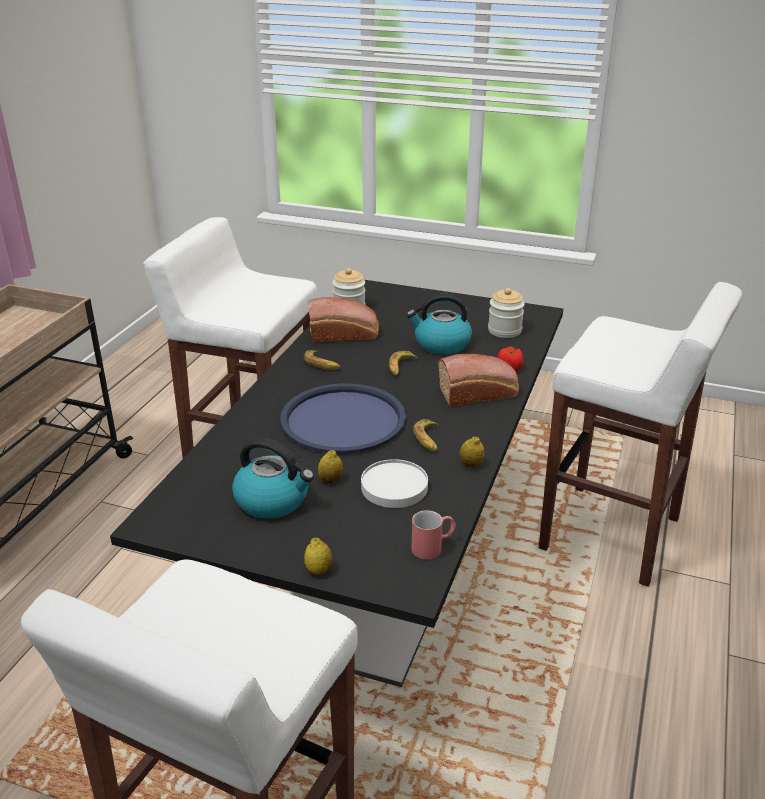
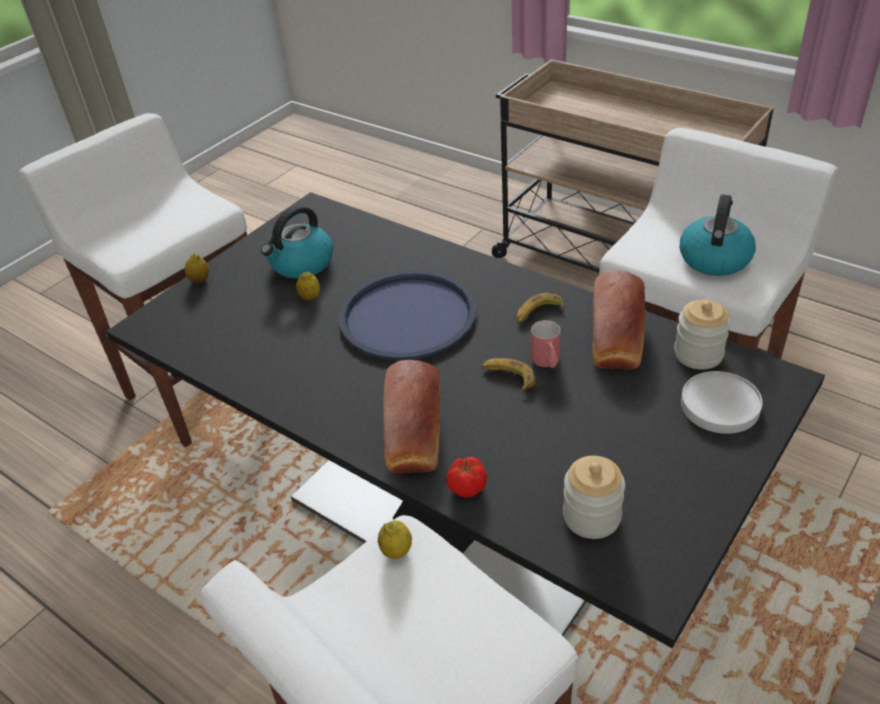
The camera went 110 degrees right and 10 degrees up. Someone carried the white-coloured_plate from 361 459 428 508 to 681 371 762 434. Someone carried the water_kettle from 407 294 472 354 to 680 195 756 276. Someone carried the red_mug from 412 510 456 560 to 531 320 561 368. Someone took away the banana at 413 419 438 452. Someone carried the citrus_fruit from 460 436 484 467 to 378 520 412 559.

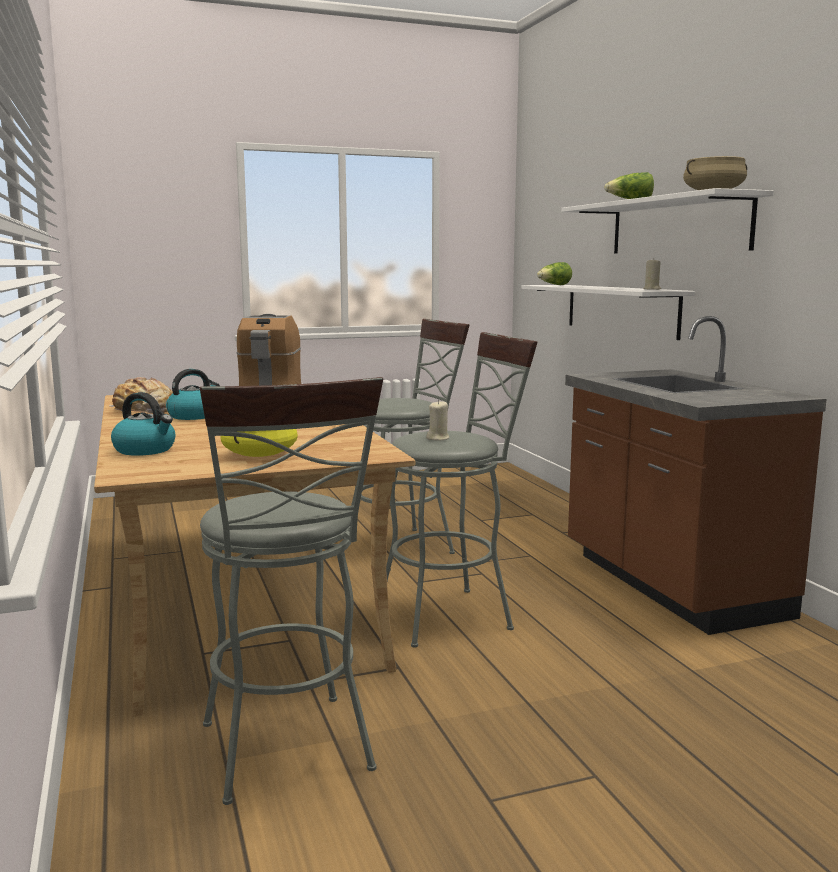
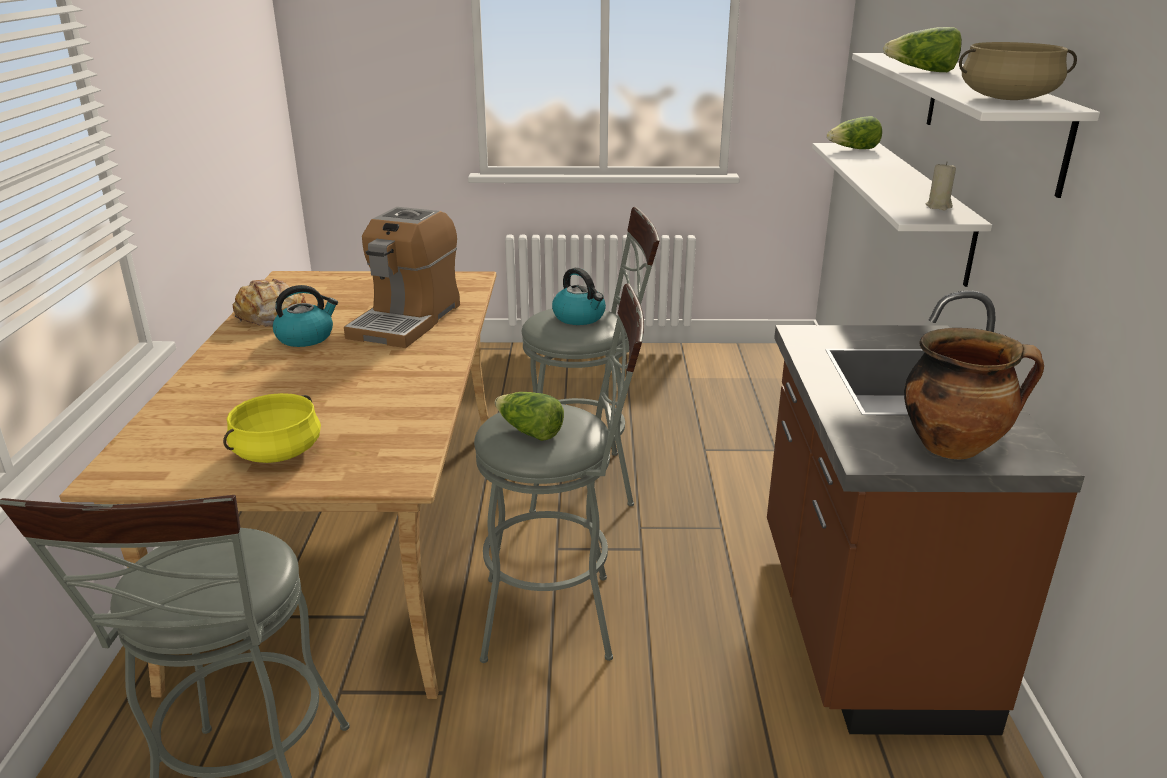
The camera went 20 degrees right and 15 degrees up. Someone carried the water_kettle from 111 392 176 456 to 552 268 606 325. Someone swapped the beige_wax_candle at 426 400 449 441 for the lettuce at 495 392 564 441. Someone put down the stockpot at 904 328 1044 460.

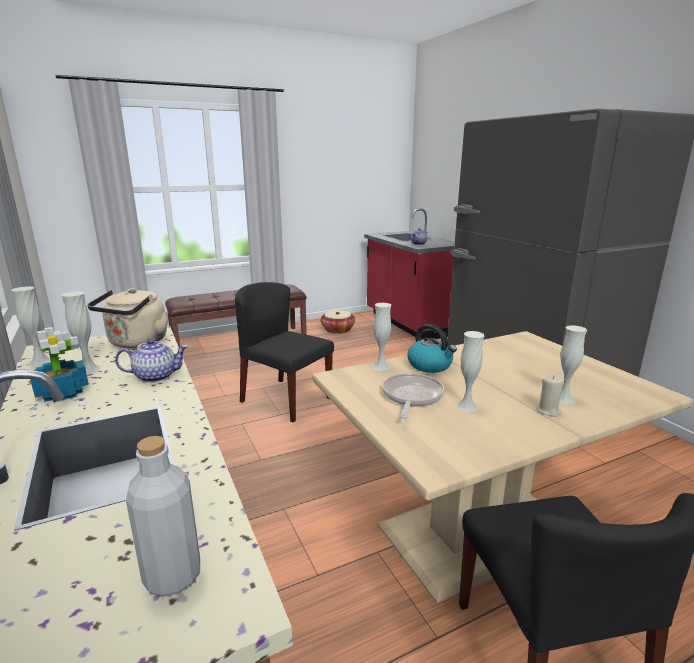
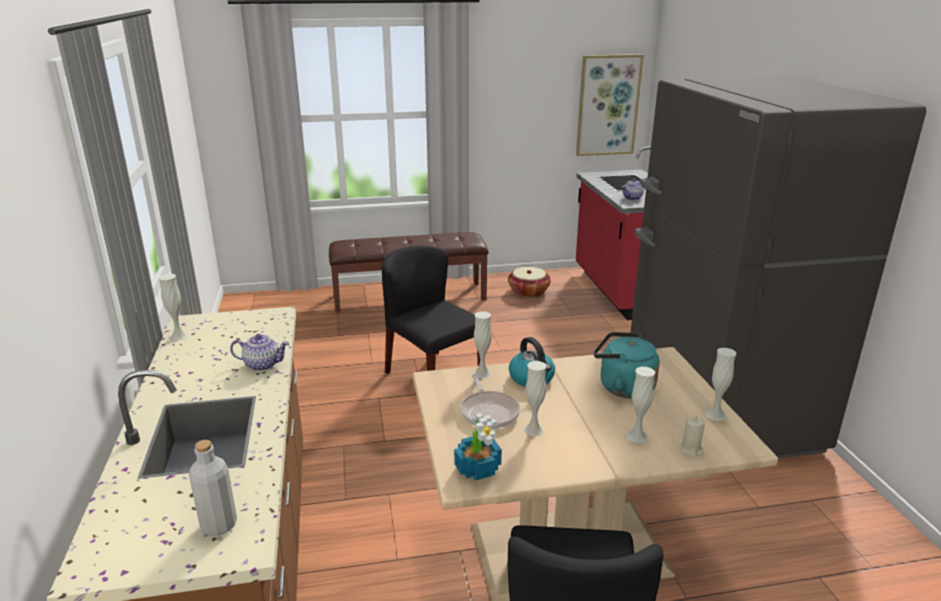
The camera went 15 degrees right and 5 degrees up. Someone carried the potted_plant from 30 327 89 403 to 454 413 502 481. Someone carried the white-coloured_flower_vase from 62 291 101 374 to 705 348 736 421. Someone took away the beige_water_kettle at 87 288 168 348. Someone rotated the pan at 382 373 445 419 by 135 degrees clockwise. Someone carried the beige_wax_candle from 536 376 563 417 to 680 416 705 457. Someone put up the picture at 576 54 644 156. Someone put down the turquoise-coloured_water_kettle at 594 332 660 398.

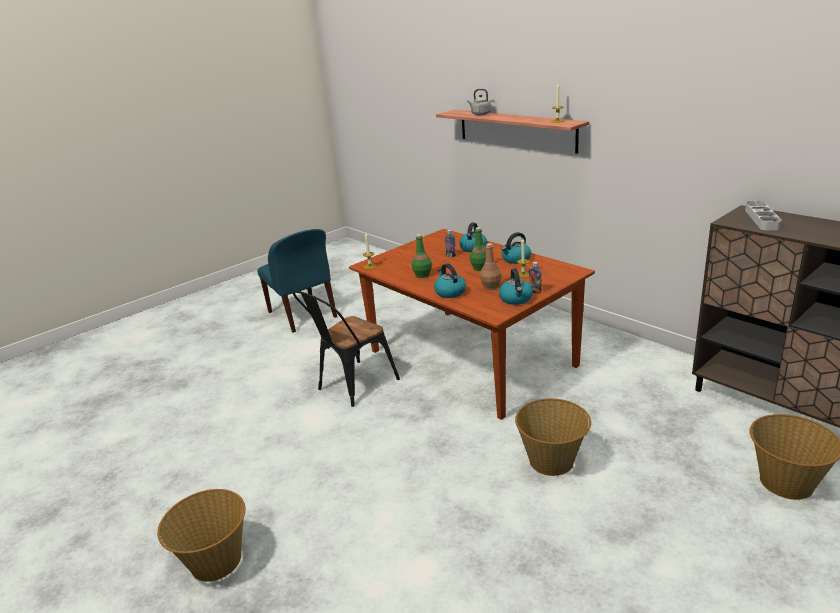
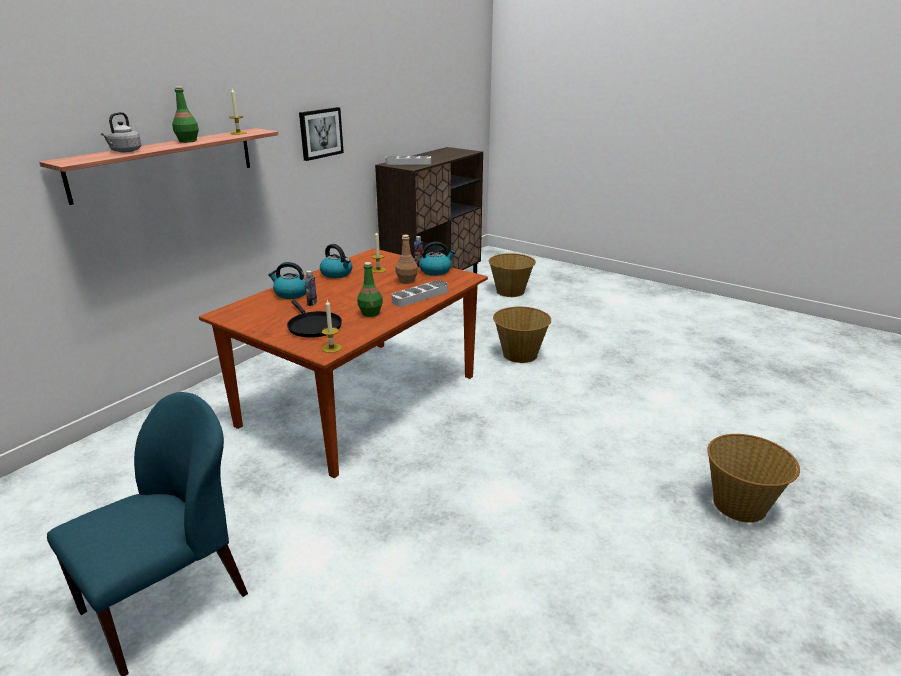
The camera went 105 degrees left and 0 degrees up. Someone took away the black-coloured_chair at 293 290 400 407. Someone swapped the water_kettle at 434 263 466 298 for the gray_tray at 391 280 448 307. Someone carried the green-coloured_bottle from 470 227 486 271 to 172 86 199 143. Someone put down the black-coloured_pan at 287 300 342 338. Someone put up the picture at 299 107 344 161.

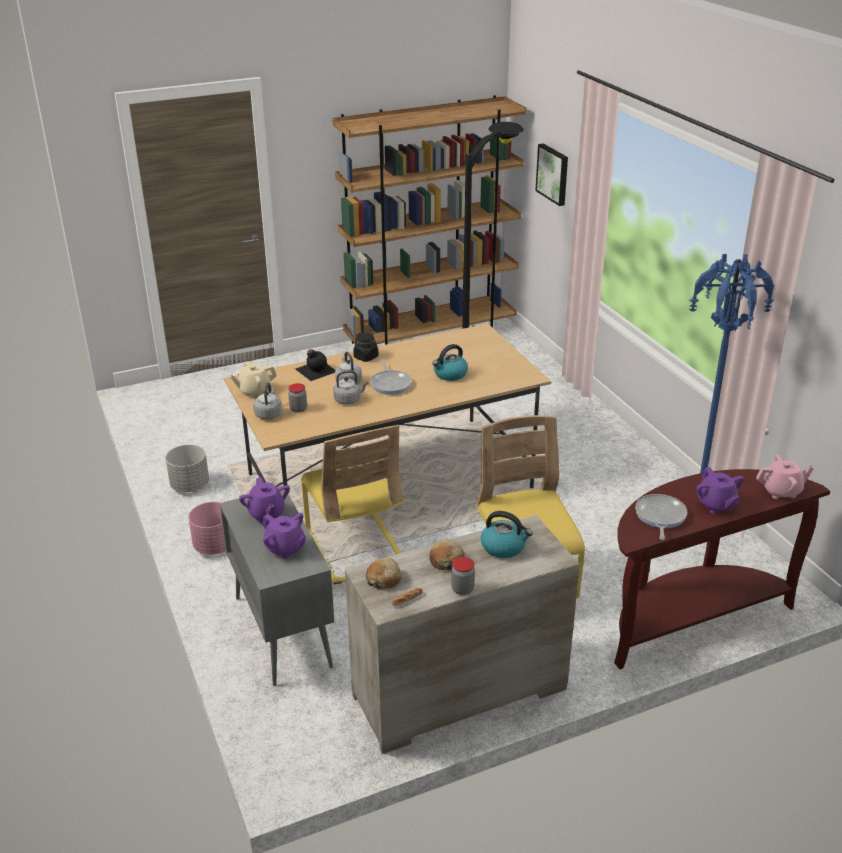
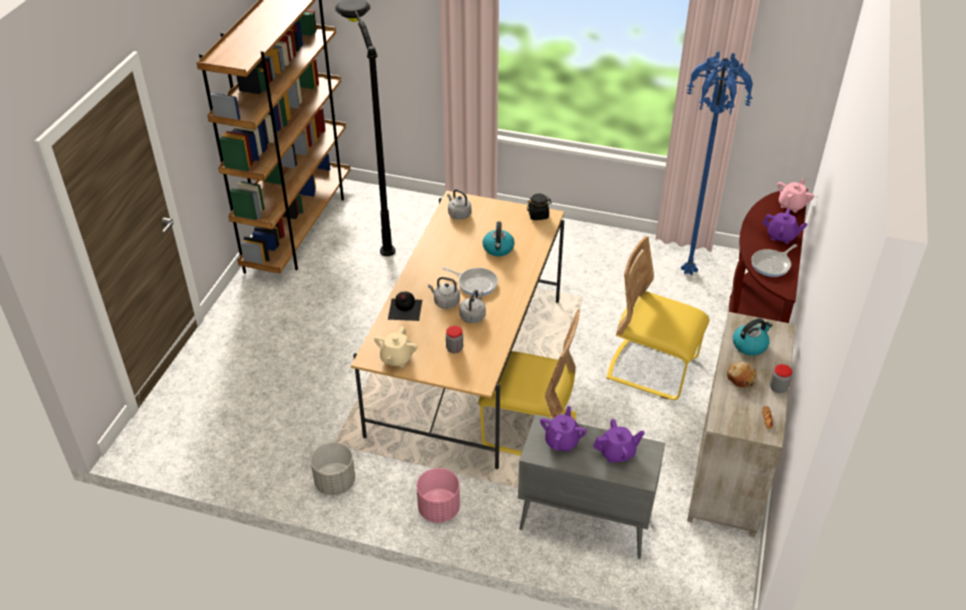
The camera went 50 degrees left and 10 degrees up. Someone rotated the purplish_pot_for_tea at 239 477 290 523 by 90 degrees counterclockwise. Someone carried the gray_water_kettle from 253 383 282 420 to 447 189 471 220. Someone carried the black-coloured_jar from 353 333 378 362 to 527 193 552 220. Someone took away the bread at 366 557 402 590. Someone took away the picture at 535 144 568 206. Someone rotated the pan at 635 494 687 540 by 90 degrees counterclockwise.

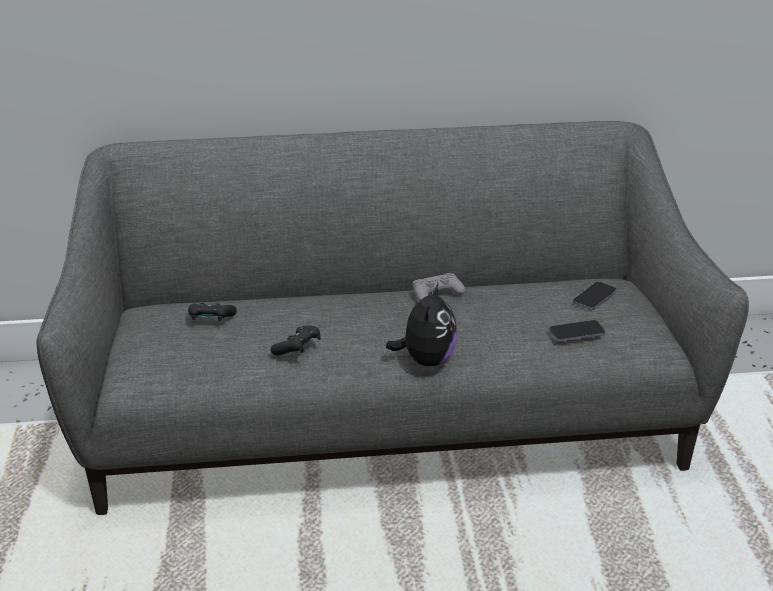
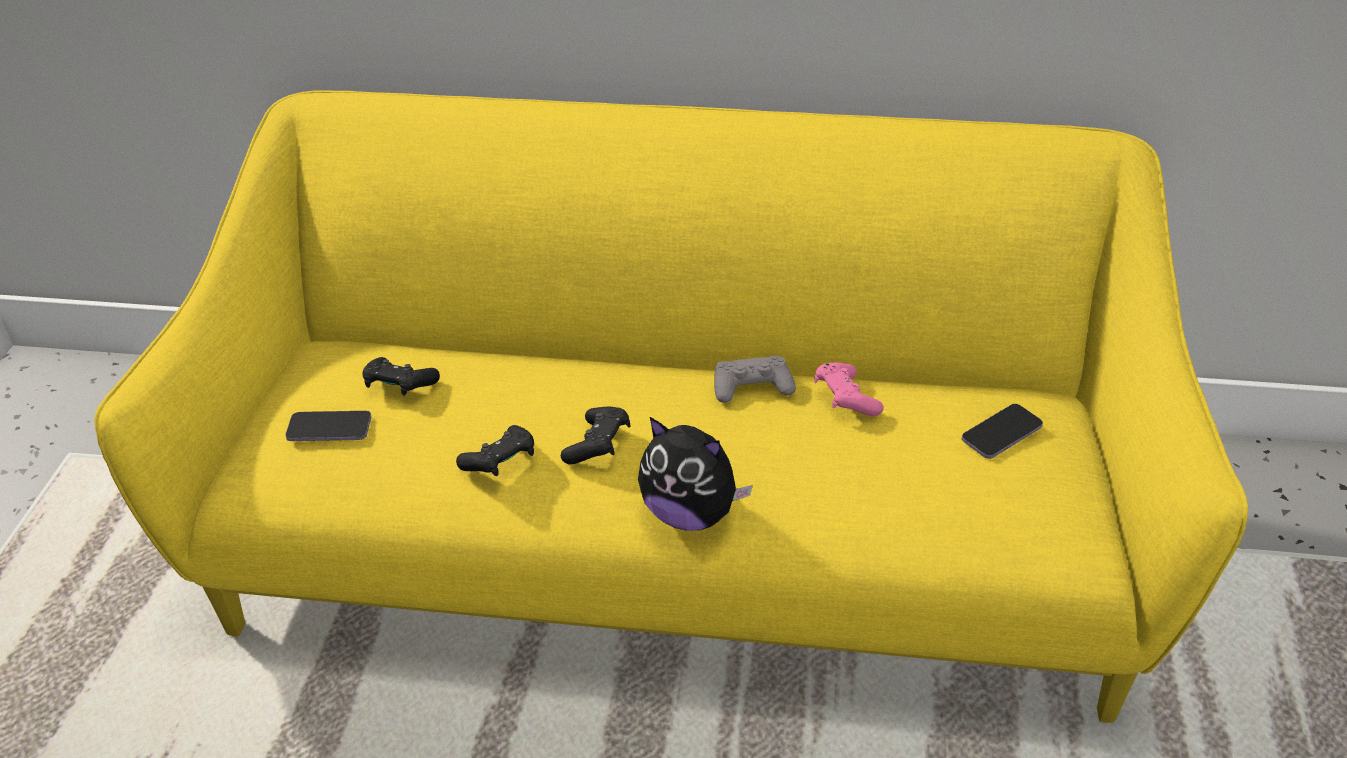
The camera went 15 degrees right and 10 degrees up. Someone repainted the gray_couch at 37 121 749 515, which became the yellow-coloured_couch at 94 90 1248 723. Someone rotated the plush_toy at 386 283 457 366 by 90 degrees clockwise. Someone carried the handset from 549 320 605 342 to 285 411 371 441. Someone put down the black-coloured_game_controller at 561 407 630 465. Someone put down the pinkish_game_controller at 814 363 884 416.

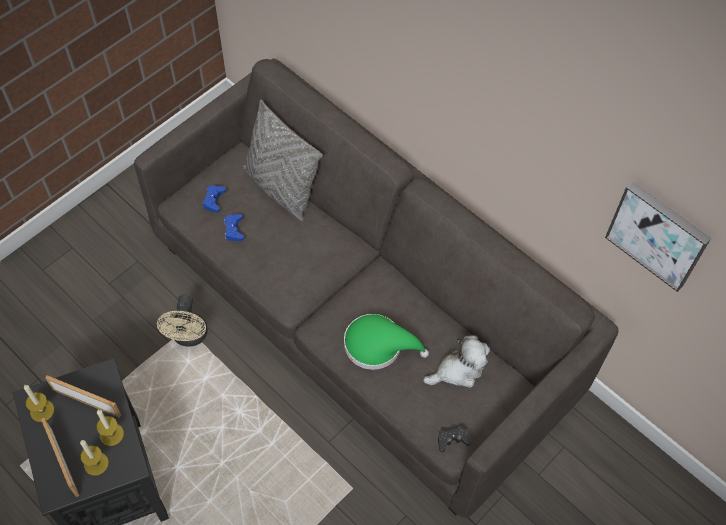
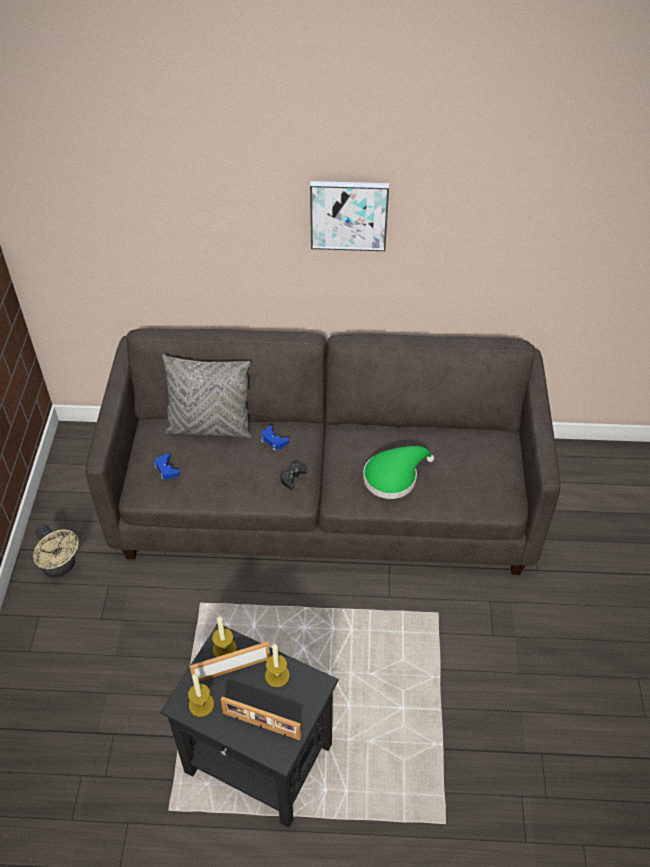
The camera went 40 degrees left and 10 degrees down. Someone carried the wax_candle from 80 440 109 476 to 212 616 237 657. Someone carried the beige_cooling_fan from 157 294 208 347 to 33 524 79 578. Someone carried the bluish_game_controller from 224 214 244 241 to 261 426 289 451. Someone took away the plush_toy at 423 335 490 388. Someone carried the black-coloured_game_controller from 438 426 472 453 to 280 463 308 490. Someone carried the picture from 605 182 711 292 to 310 181 389 251.

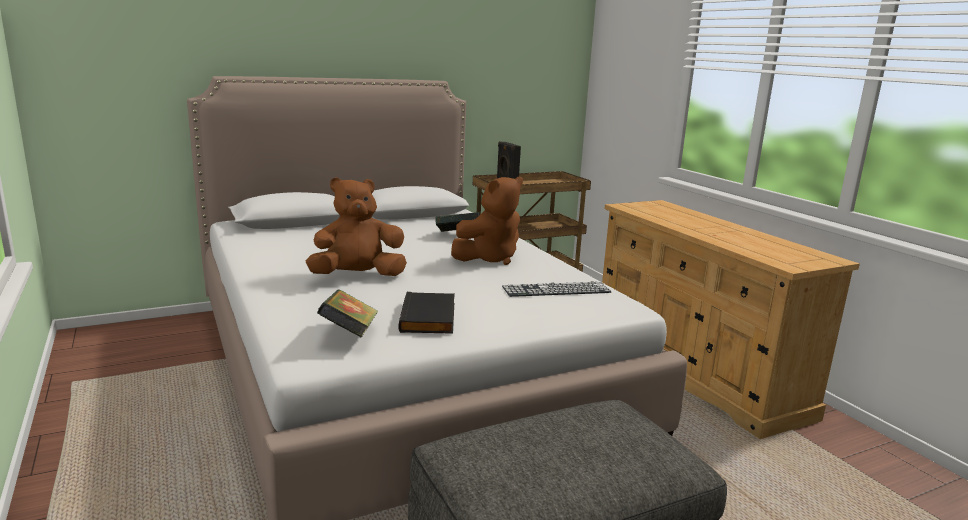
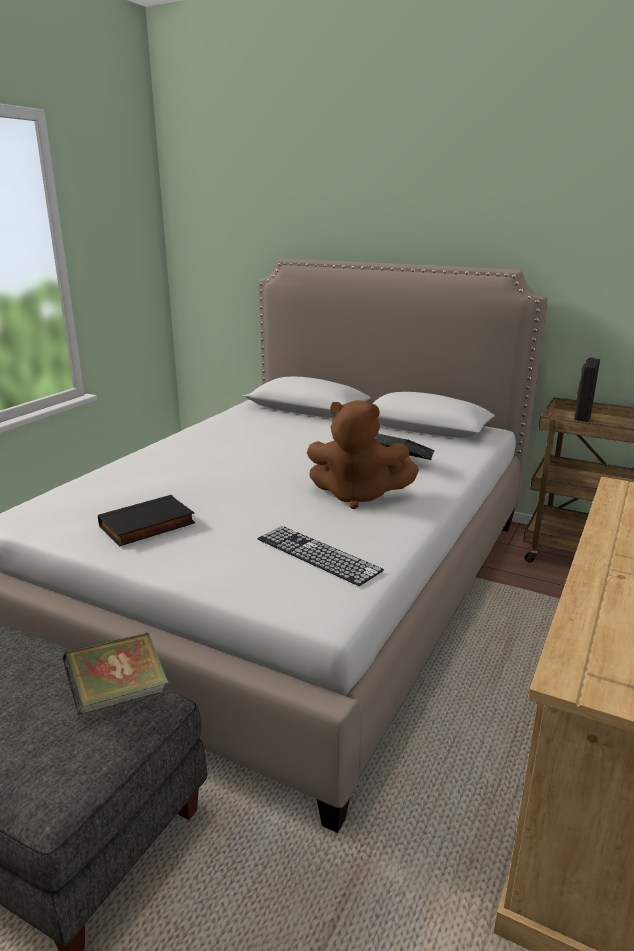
The camera went 55 degrees right and 5 degrees up. Someone took away the brown-coloured_plush_toy at 306 177 407 276. Someone carried the volume from 317 289 378 338 to 62 633 169 715.

